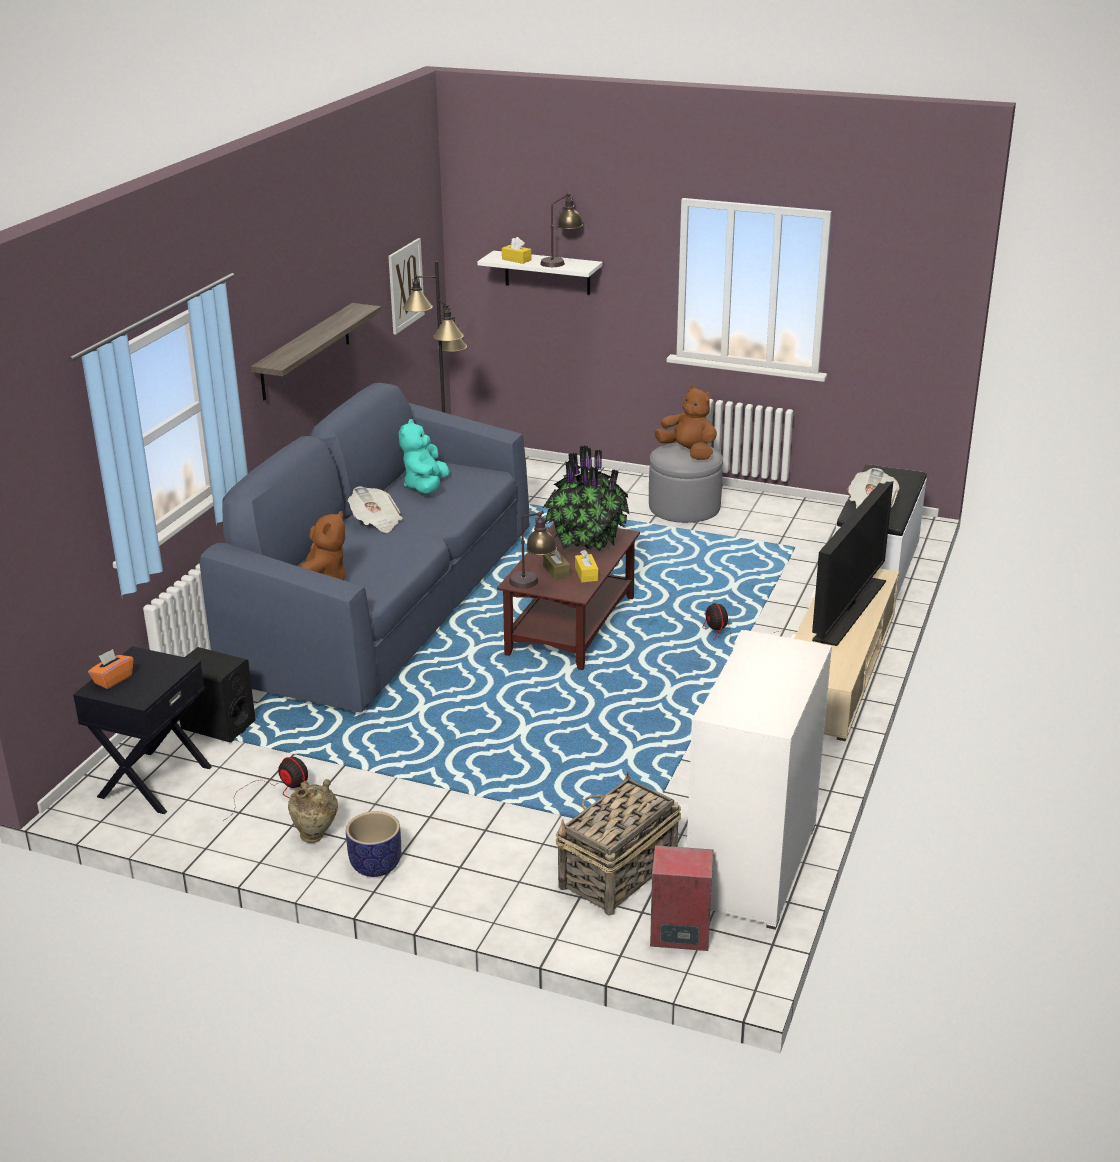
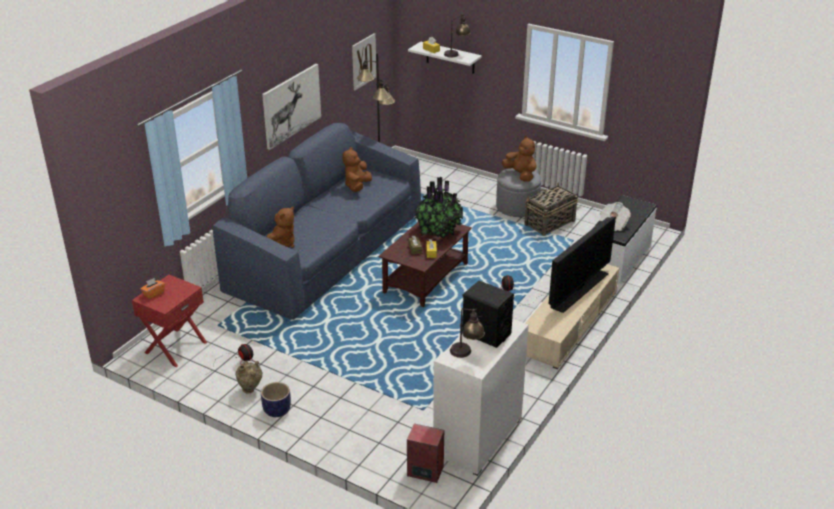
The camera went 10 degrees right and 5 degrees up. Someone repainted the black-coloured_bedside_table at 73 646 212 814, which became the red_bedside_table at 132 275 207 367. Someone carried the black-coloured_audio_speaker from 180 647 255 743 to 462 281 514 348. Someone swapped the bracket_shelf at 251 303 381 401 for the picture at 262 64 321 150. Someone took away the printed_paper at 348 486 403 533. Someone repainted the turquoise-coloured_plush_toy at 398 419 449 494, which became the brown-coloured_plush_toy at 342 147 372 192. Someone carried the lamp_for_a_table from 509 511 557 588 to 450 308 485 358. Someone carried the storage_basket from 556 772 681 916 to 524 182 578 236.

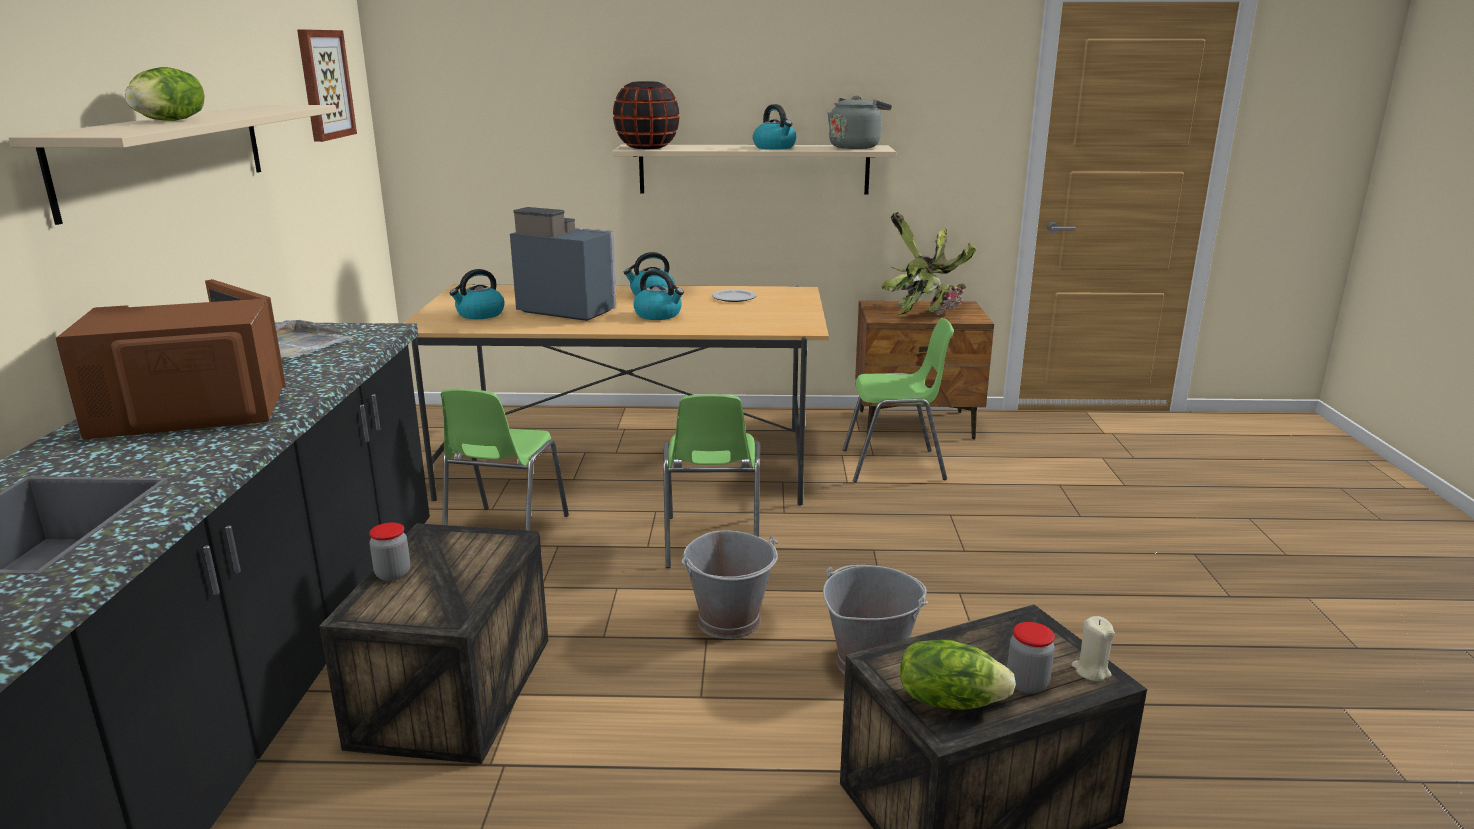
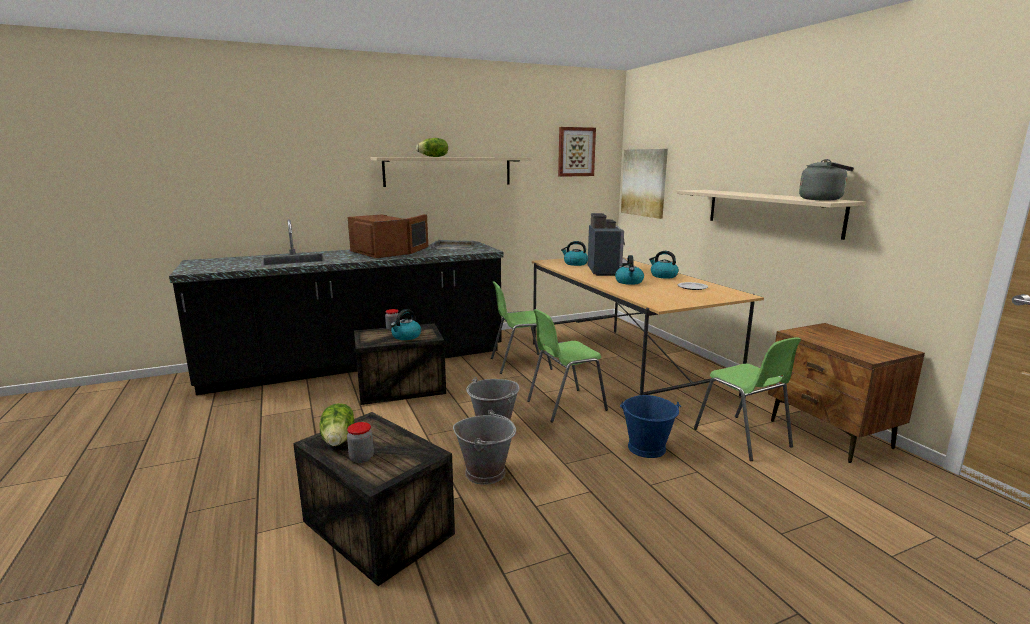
The camera went 65 degrees right and 5 degrees down. Someone took away the black-coloured_flower_vase at 613 81 680 149. Someone carried the water_kettle from 753 104 796 150 to 391 309 421 340. Someone took away the potted_plant at 882 212 977 315. Someone took away the beige_wax_candle at 1072 616 1115 681. Someone put down the bluish_pail at 620 395 681 458. Someone put up the picture at 621 149 668 219.

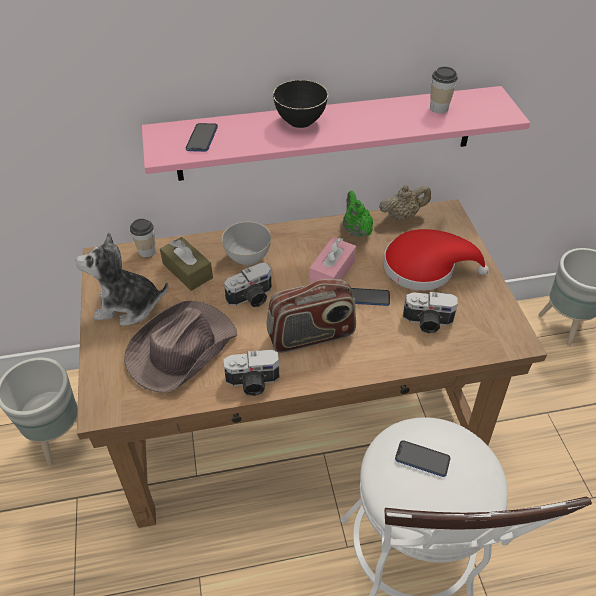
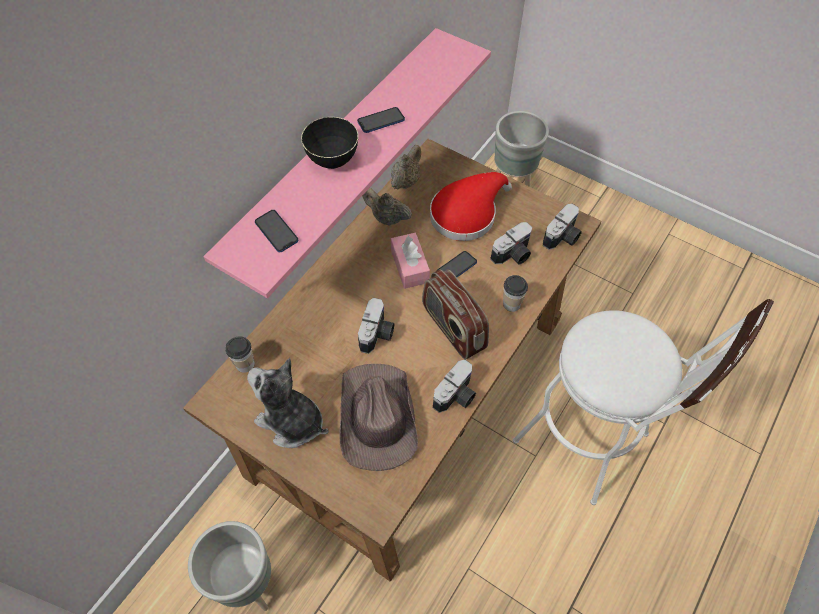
The camera went 45 degrees left and 10 degrees up. Someone rotated the plush_toy at 76 232 168 326 by 75 degrees clockwise. Someone took away the brown-coloured_tissue_holder at 160 237 213 291. Someone took away the gray_deep_dish at 222 222 271 265. Someone rotated the radio_set at 267 279 356 353 by 120 degrees clockwise. Someone repainted the green-coloured_pot_for_tea at 343 190 373 238, which became the beige_pot_for_tea at 363 188 412 226. Someone carried the handset from 395 440 451 477 to 357 107 405 133. Someone carried the cup from 430 67 458 113 to 503 275 528 312. Someone put down the photo_camera at 543 204 581 250.

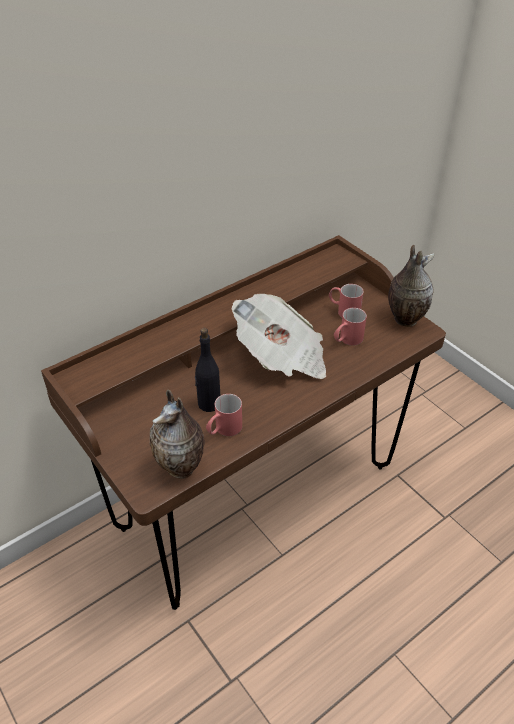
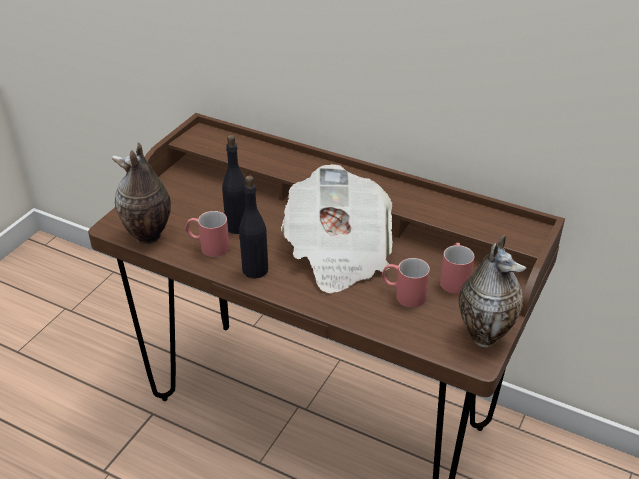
The camera went 65 degrees right and 5 degrees down. Someone put down the black-coloured_bottle at 239 176 268 278.

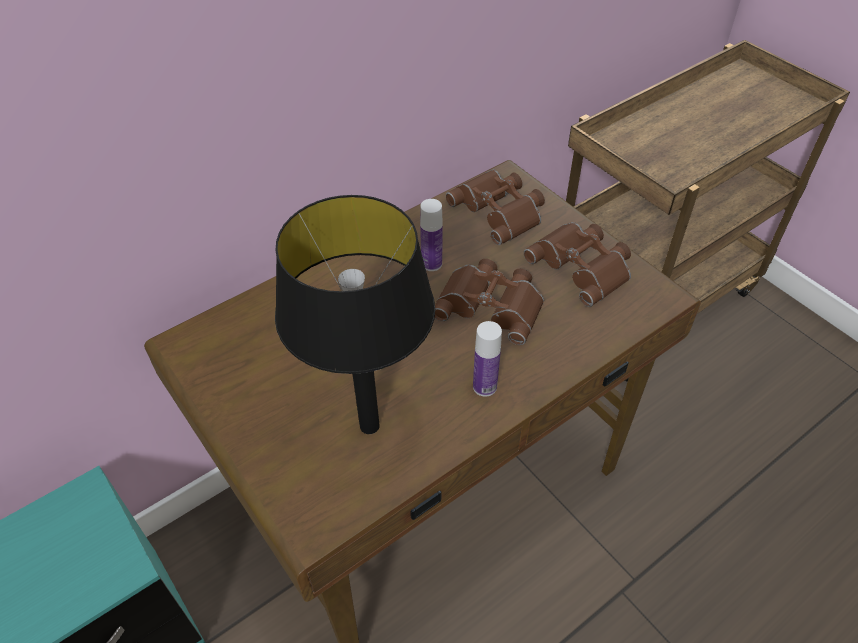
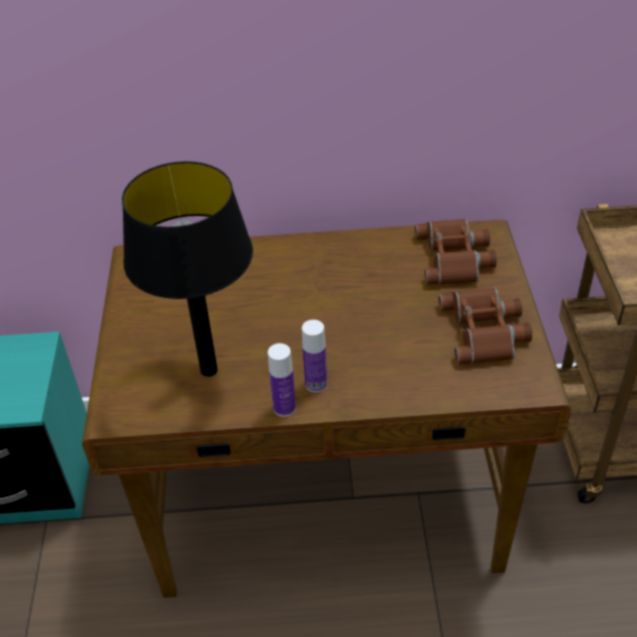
The camera went 35 degrees right and 5 degrees down. Someone carried the bottle from 420 199 443 271 to 268 343 296 417. Someone took away the brown-coloured_field_glasses at 435 259 544 345.

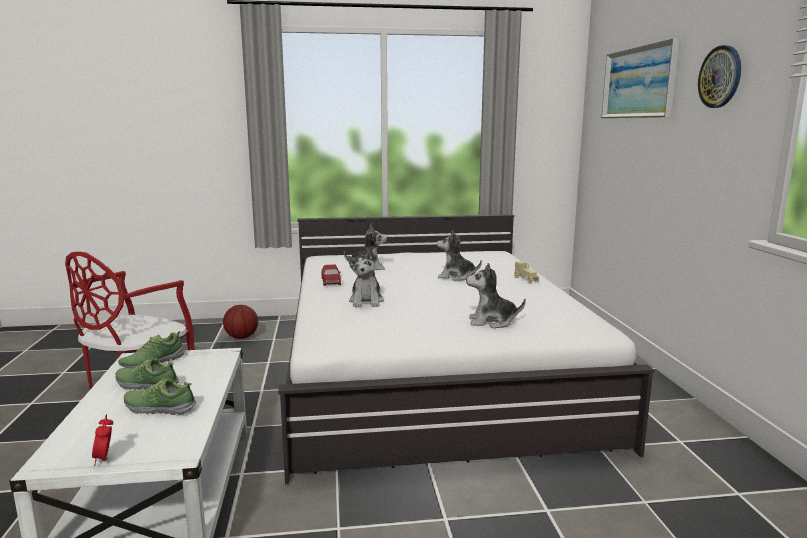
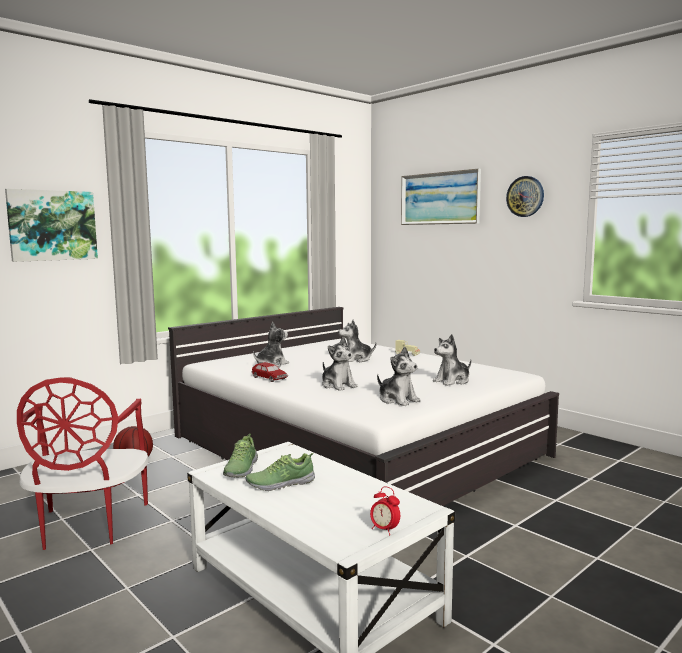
The camera went 35 degrees left and 5 degrees down. Someone took away the item_of_footwear at 124 378 196 415. Someone put up the picture at 5 189 98 262. Someone put down the plush_toy at 377 347 421 406.

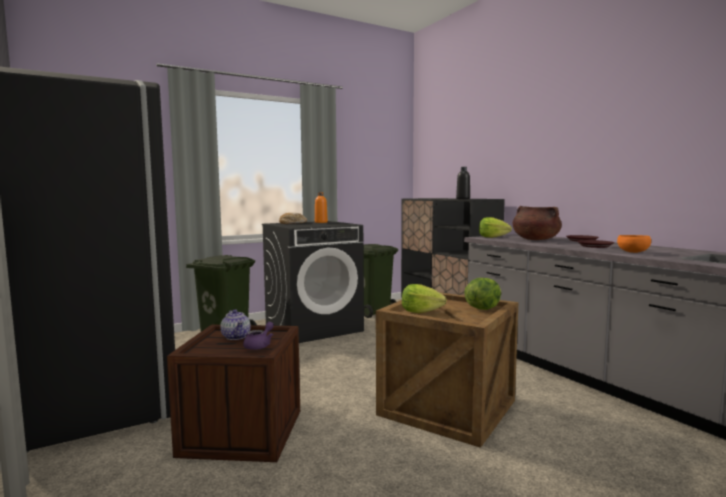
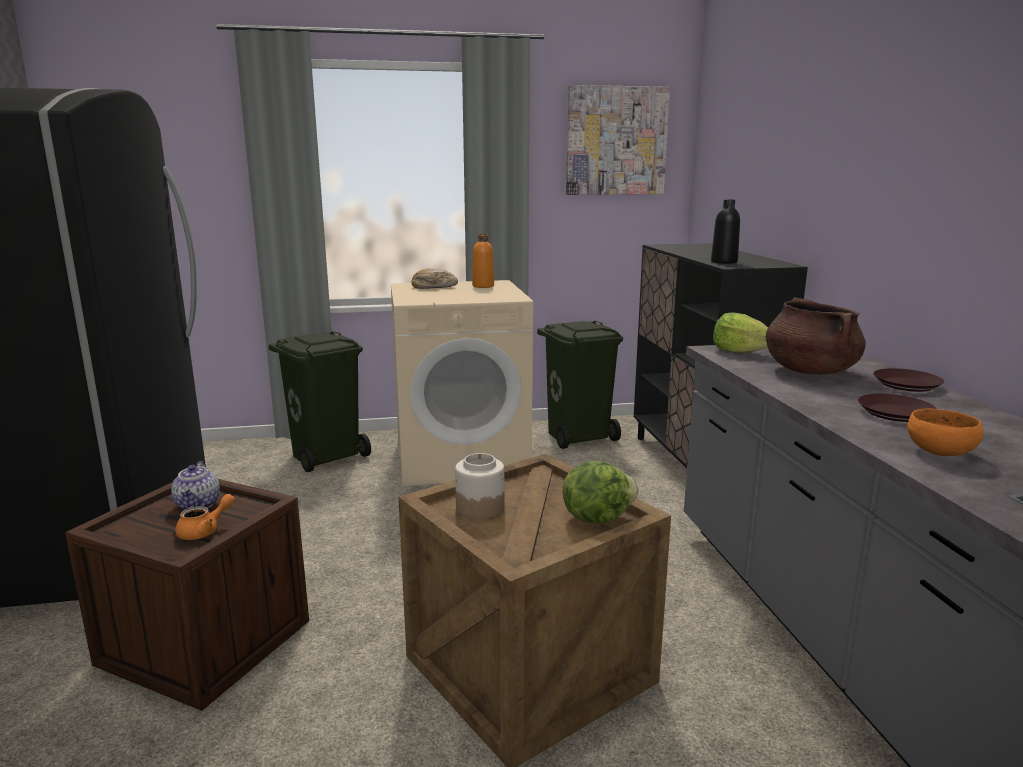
The camera went 20 degrees right and 10 degrees up. Someone repainted the purplish_pot_for_tea at 243 322 274 350, which became the orange_pot_for_tea at 175 494 235 540. Someone repainted the black-coloured_washing_machine at 262 221 364 343, which became the beige_washing_machine at 391 280 533 486. Someone swapped the lettuce at 402 284 447 313 for the jar at 455 453 505 519. Someone put up the picture at 566 85 670 195.

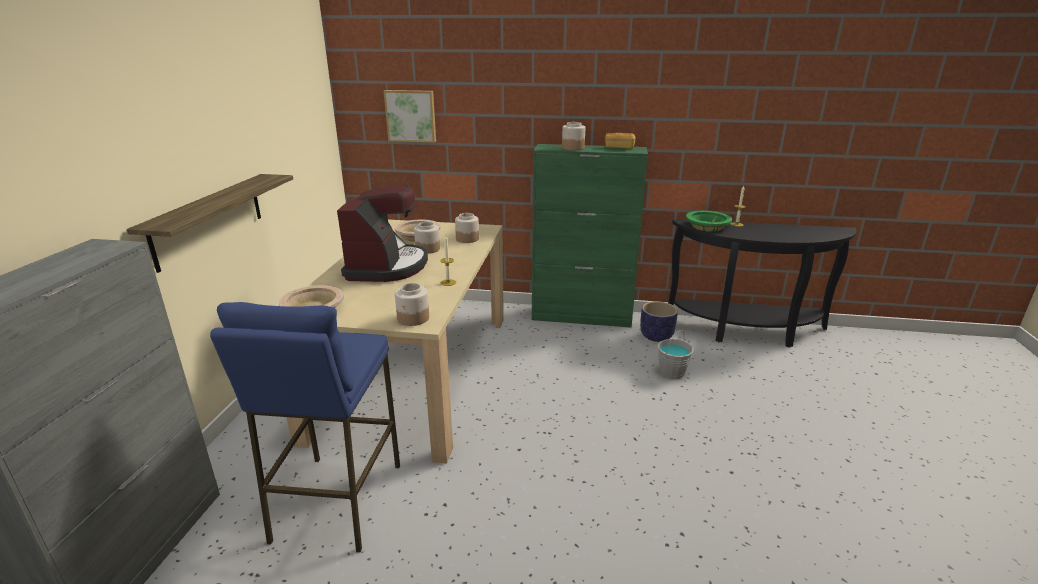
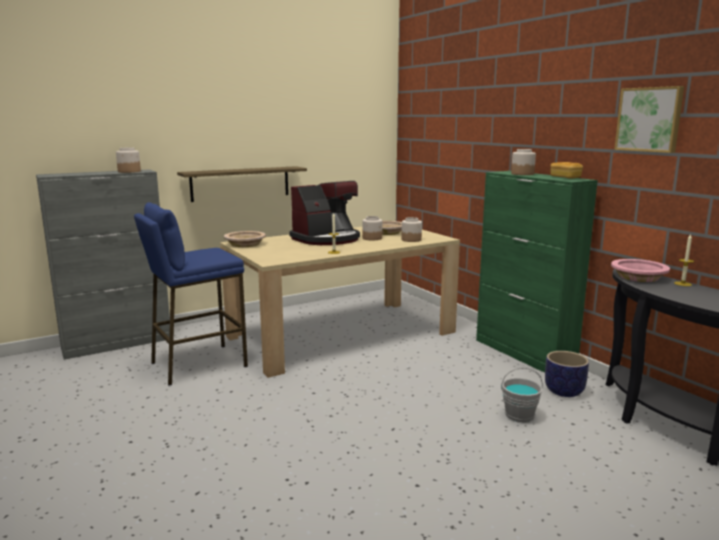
The camera went 50 degrees right and 10 degrees down. Someone carried the picture from 384 90 436 143 to 614 86 684 153. Someone carried the jar from 395 283 429 326 to 116 148 141 173. Someone repainted the green-coloured_deep_dish at 686 211 732 232, which became the pinkish_deep_dish at 611 259 670 282.

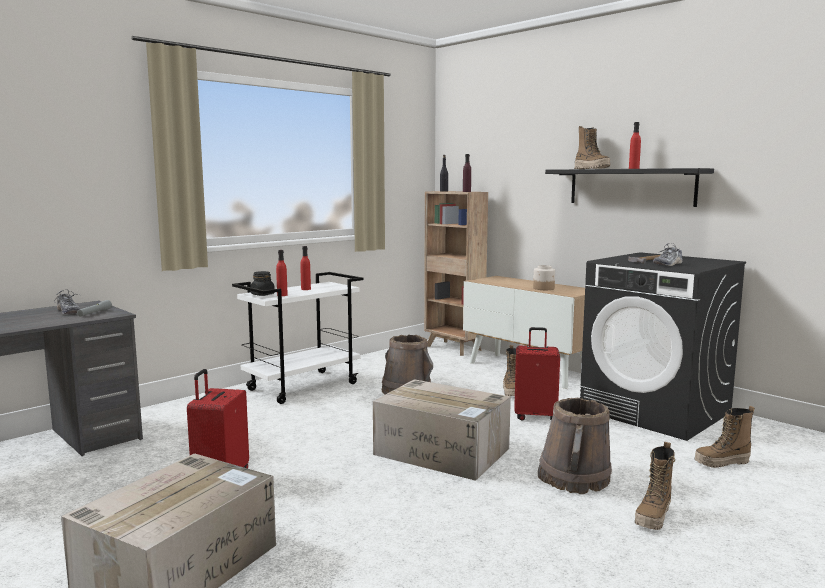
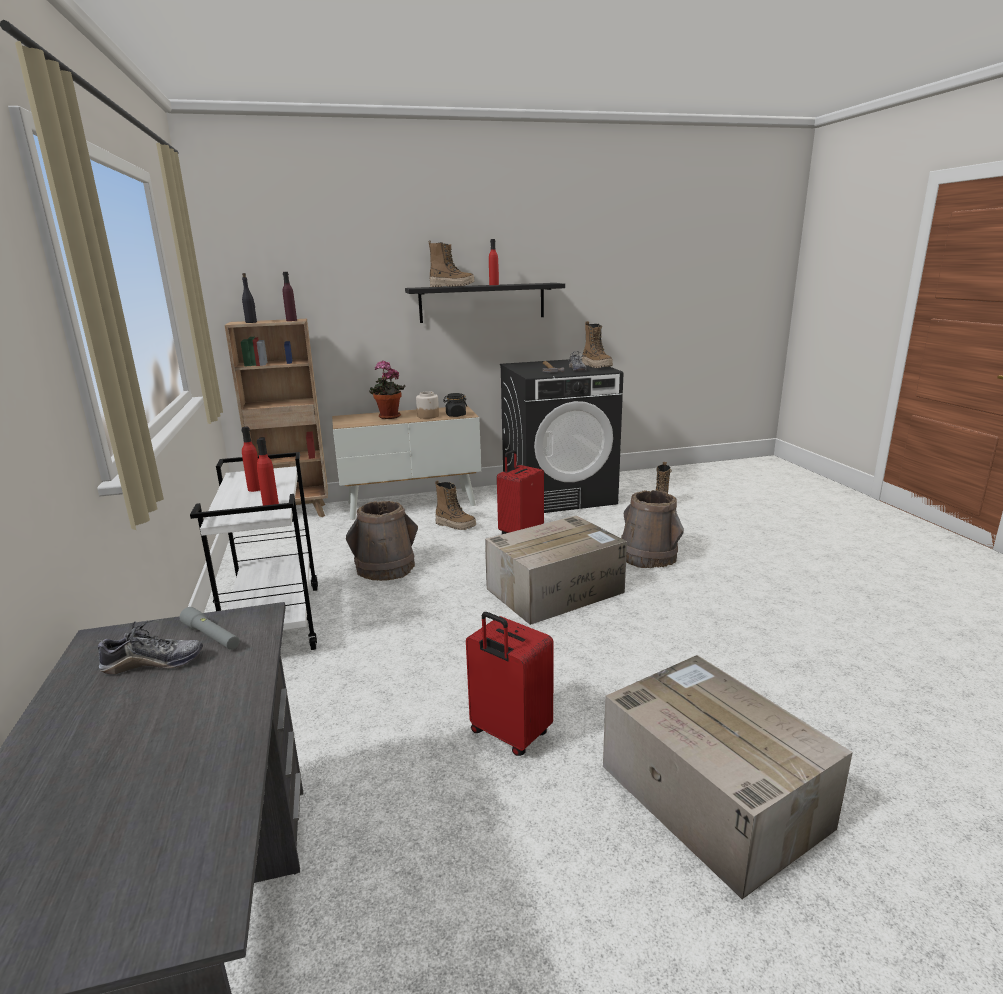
The camera went 60 degrees left and 10 degrees up. Someone carried the black-coloured_jar from 250 271 275 296 to 443 393 467 417. Someone carried the high-top_boot from 635 442 675 530 to 582 321 613 368. Someone put down the potted_plant at 369 360 405 419.

